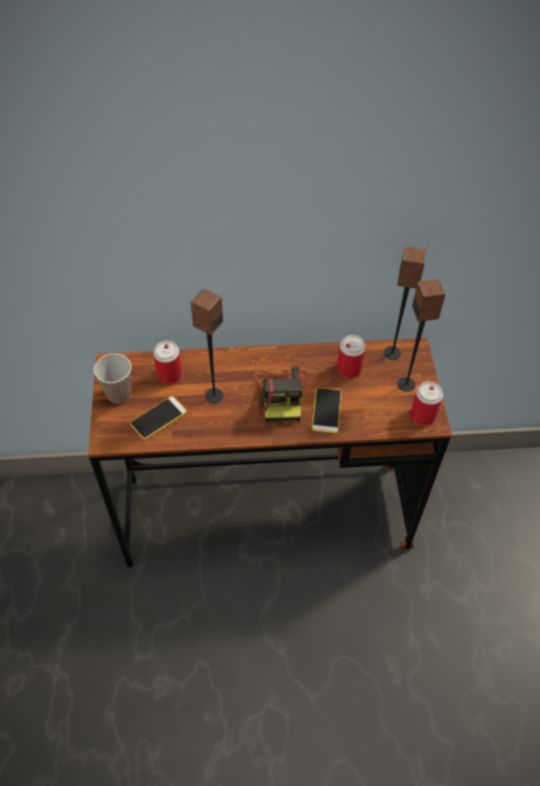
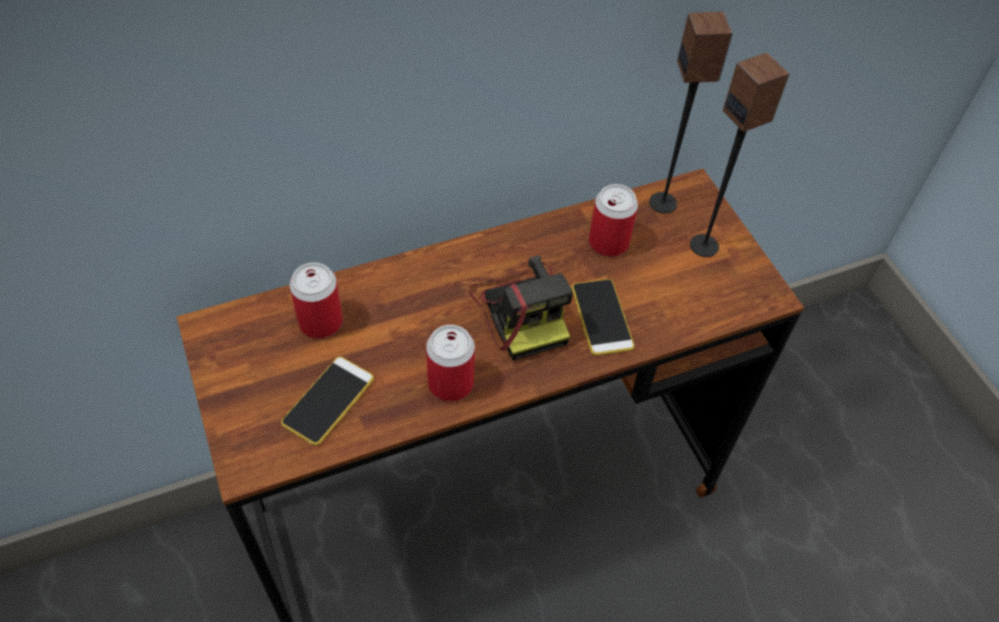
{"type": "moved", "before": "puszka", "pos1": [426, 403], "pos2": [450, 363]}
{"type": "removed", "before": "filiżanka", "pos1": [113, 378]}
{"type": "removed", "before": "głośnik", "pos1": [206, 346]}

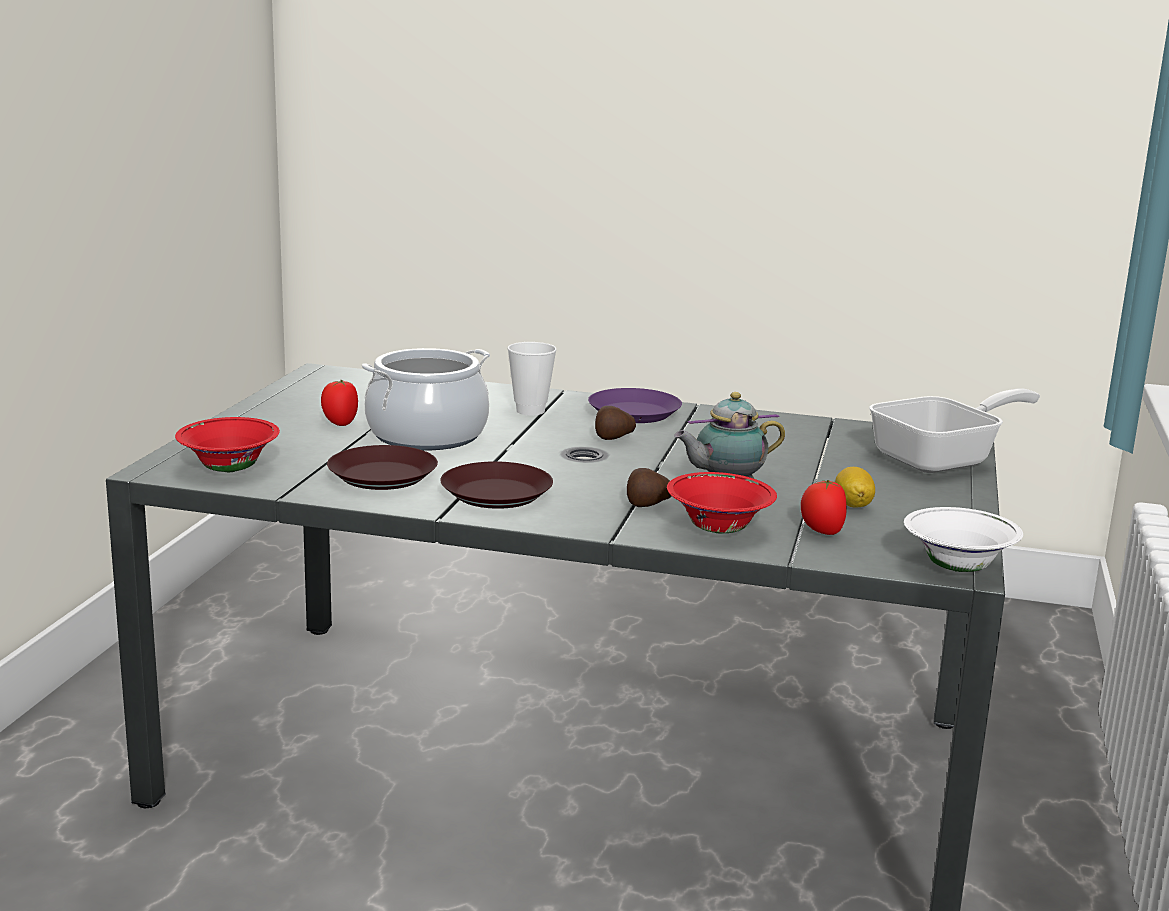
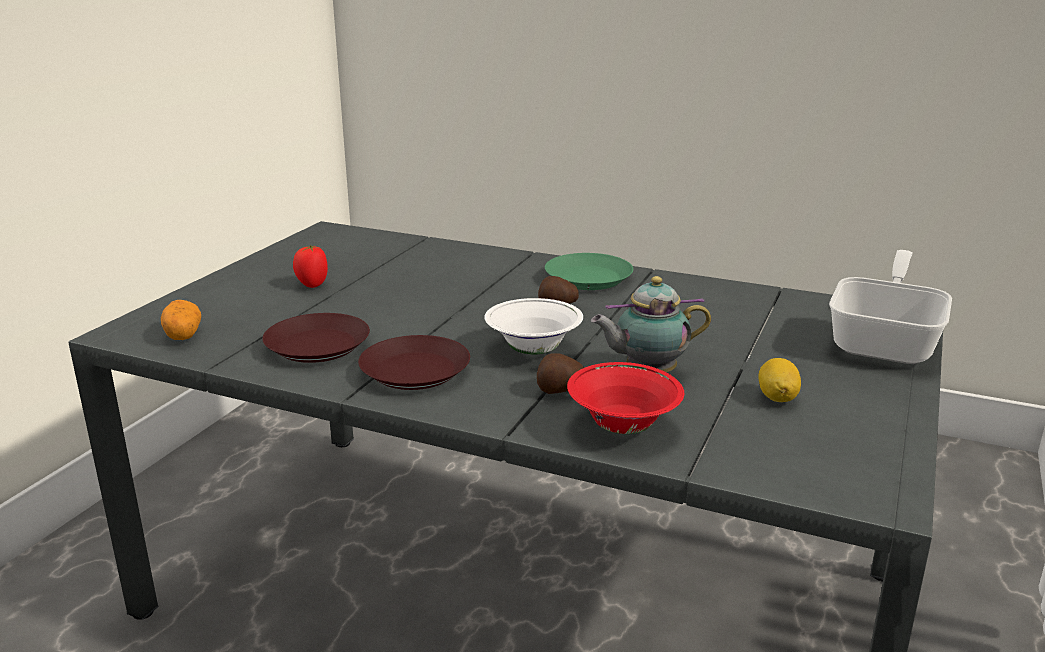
{"type": "replaced", "before": "miska/czerwony", "after": "ziemniak", "pos1": [227, 444], "pos2": [181, 320]}
{"type": "moved", "before": "miska/biały", "pos1": [963, 539], "pos2": [533, 326]}
{"type": "recoloured", "before": "talerz/fioletowy", "after": "talerz/zielony", "pos1": [635, 405], "pos2": [589, 271]}
{"type": "turned", "before": "patelnia", "pos1": [954, 430], "pos2": [890, 307], "turn": -45}
{"type": "removed", "before": "garnek", "pos1": [426, 399]}
{"type": "removed", "before": "filiżanka", "pos1": [532, 378]}
{"type": "removed", "before": "pomidor", "pos1": [824, 507]}

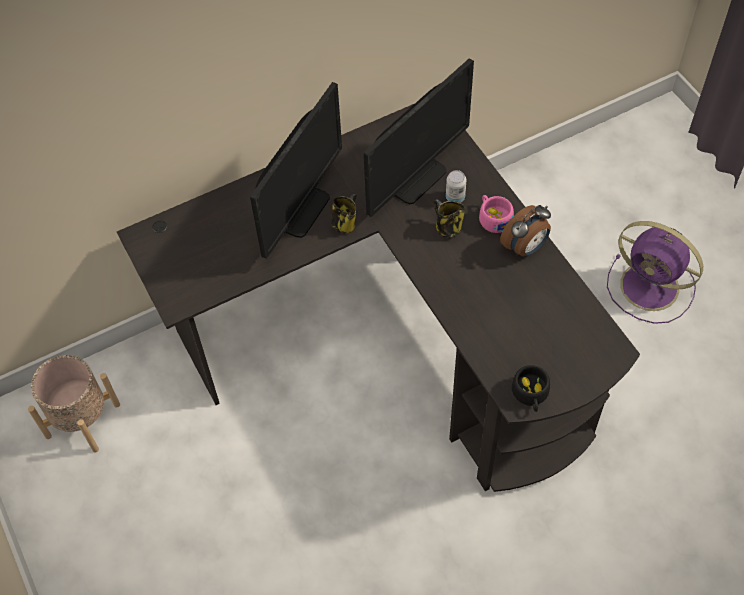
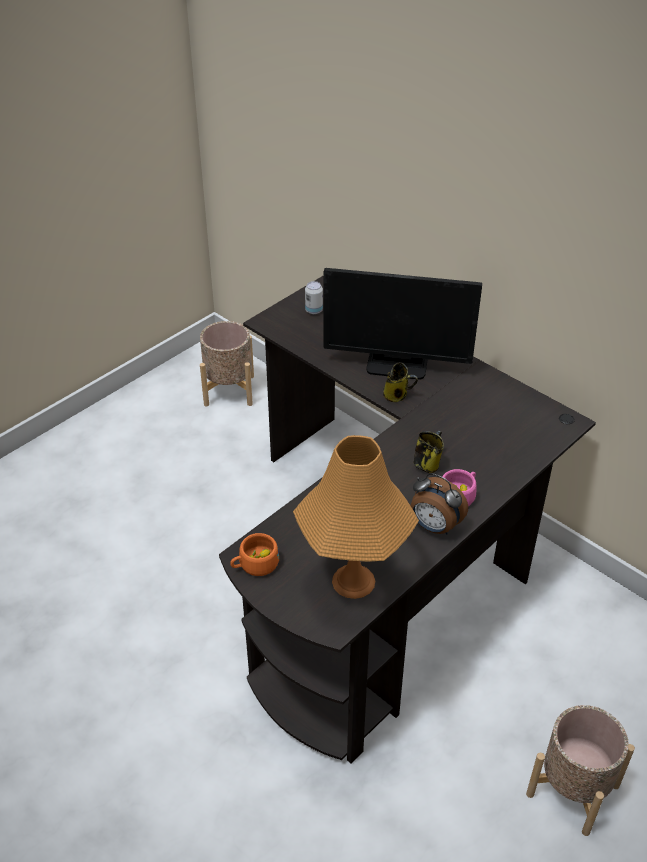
{"type": "recoloured", "before": "filiżanka/czarny", "after": "filiżanka/pomarańczowy", "pos1": [531, 388], "pos2": [254, 554]}
{"type": "added", "after": "lampa stołowa/pomarańczowy", "pos2": [356, 517]}
{"type": "moved", "before": "puszka", "pos1": [456, 186], "pos2": [314, 297]}
{"type": "replaced", "before": "wentylator/fioletowy", "after": "donica/beżowy", "pos1": [655, 272], "pos2": [580, 770]}
{"type": "removed", "before": "monitor", "pos1": [419, 137]}

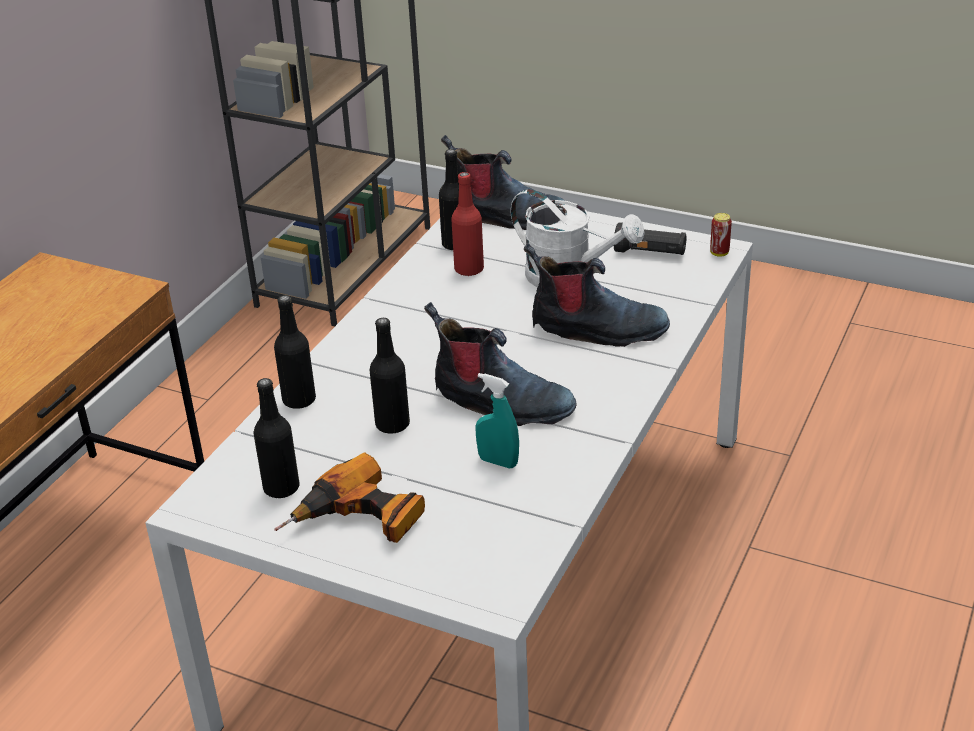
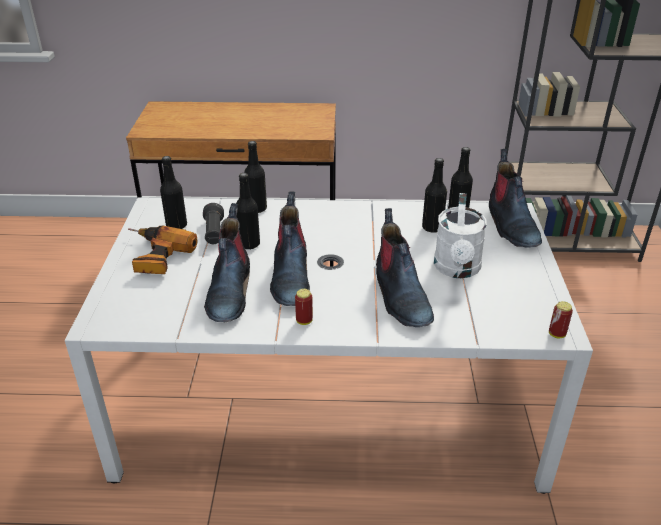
{"type": "moved", "before": "latarka/czarny", "pos1": [650, 238], "pos2": [213, 223]}
{"type": "replaced", "before": "spryskiwacz/turkusowy", "after": "but z cholewką", "pos1": [497, 421], "pos2": [227, 262]}
{"type": "added", "after": "puszka", "pos2": [304, 307]}
{"type": "recoloured", "before": "butelka/czerwony", "after": "butelka/czarny", "pos1": [467, 224], "pos2": [434, 195]}

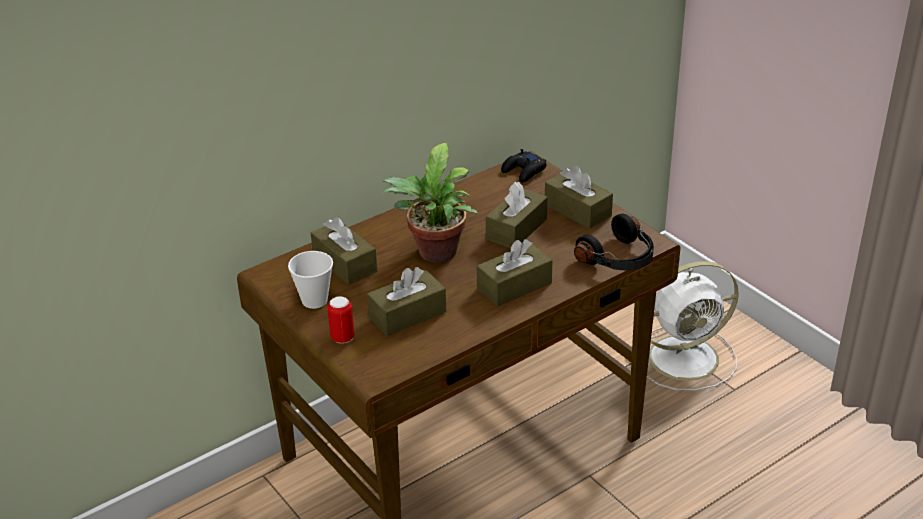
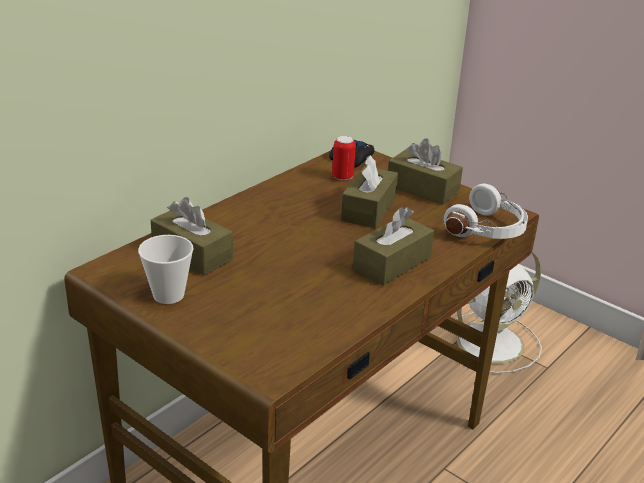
{"type": "moved", "before": "puszka", "pos1": [340, 320], "pos2": [344, 158]}
{"type": "recoloured", "before": "słuchawki/czarny", "after": "słuchawki/biały", "pos1": [614, 242], "pos2": [486, 211]}
{"type": "removed", "before": "pudełko chusteczek/brązowy", "pos1": [406, 301]}
{"type": "removed", "before": "roślina doniczkowa", "pos1": [430, 202]}

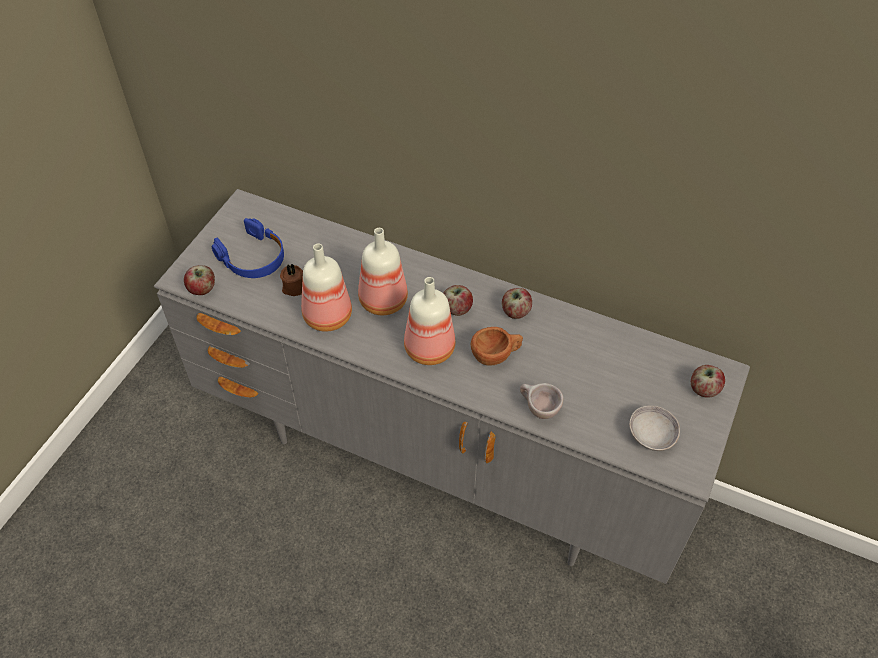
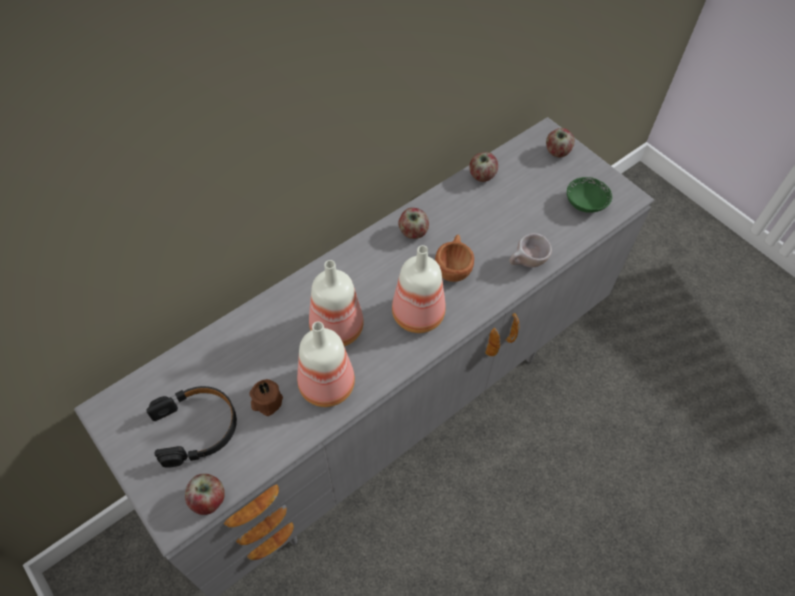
{"type": "recoloured", "before": "słuchawki/niebieski", "after": "słuchawki/czarny", "pos1": [247, 248], "pos2": [191, 427]}
{"type": "moved", "before": "jabłko", "pos1": [458, 300], "pos2": [483, 167]}
{"type": "recoloured", "before": "miska/szary", "after": "miska/zielony", "pos1": [654, 428], "pos2": [589, 195]}

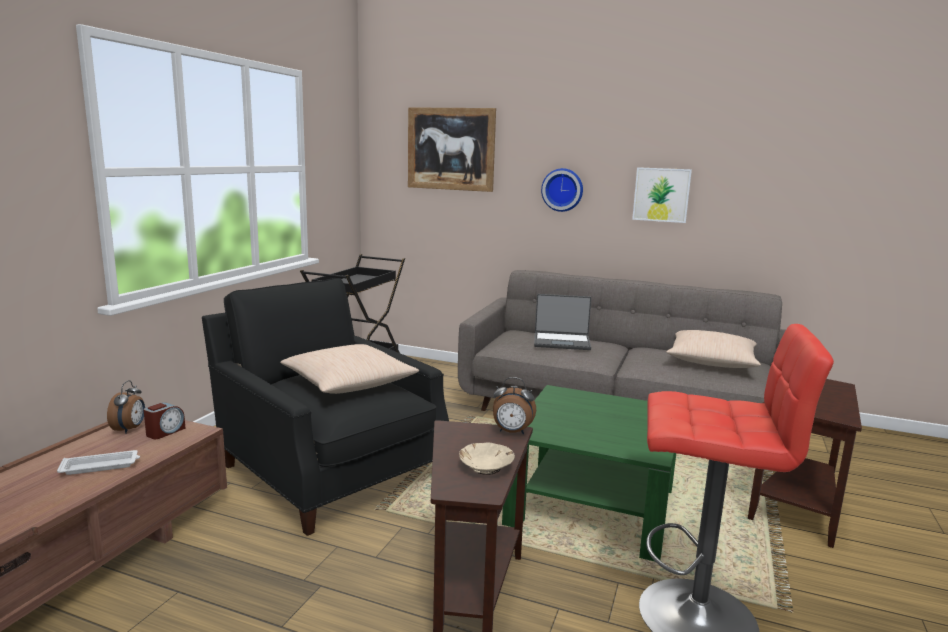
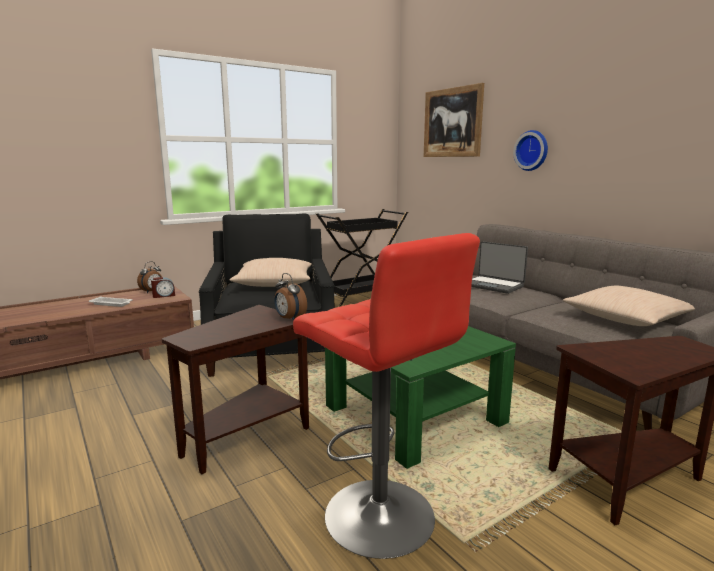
{"type": "removed", "before": "miska/beżowy", "pos1": [487, 458]}
{"type": "removed", "before": "obraz", "pos1": [662, 195]}

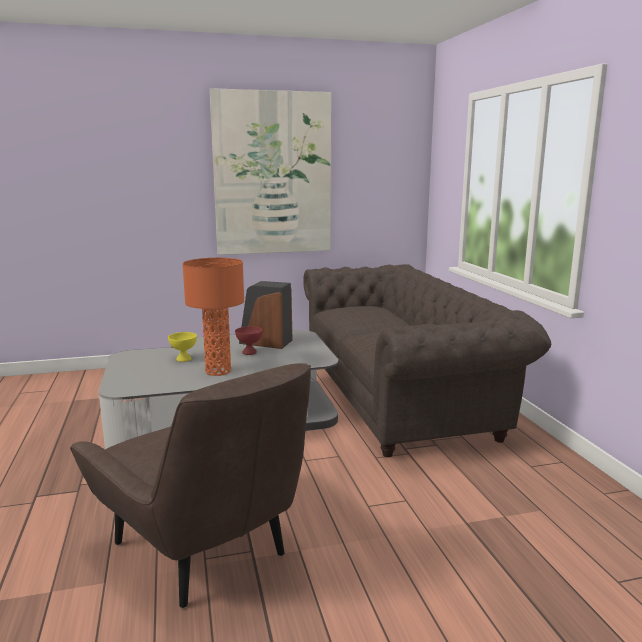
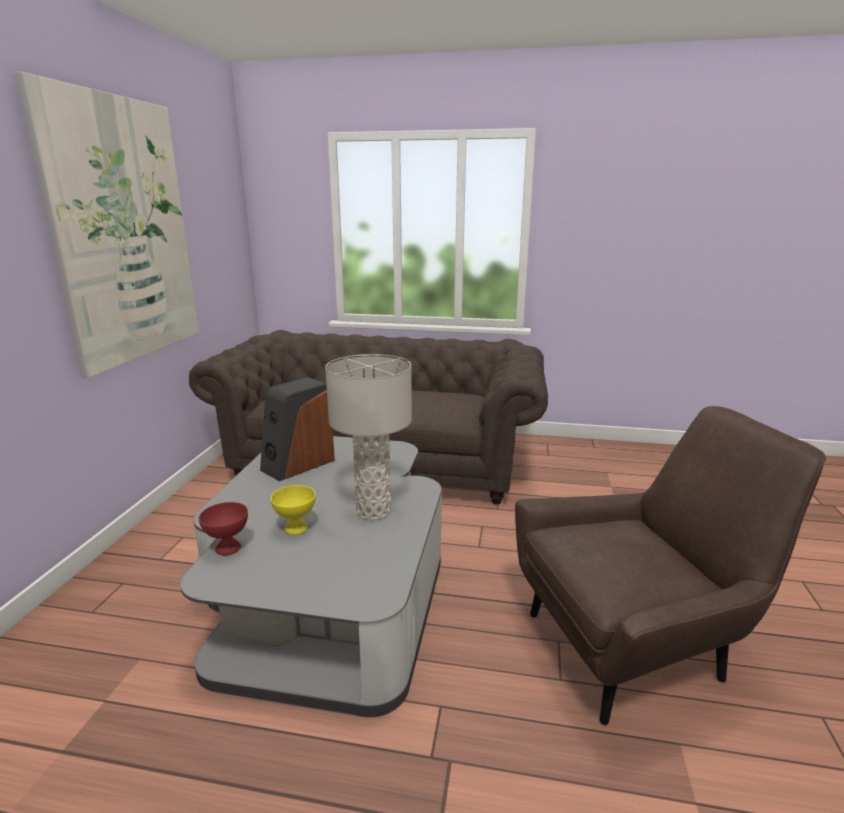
{"type": "moved", "before": "miska/czerwony", "pos1": [249, 340], "pos2": [223, 529]}
{"type": "recoloured", "before": "lampa stołowa/pomarańczowy", "after": "lampa stołowa/biały", "pos1": [213, 317], "pos2": [368, 437]}

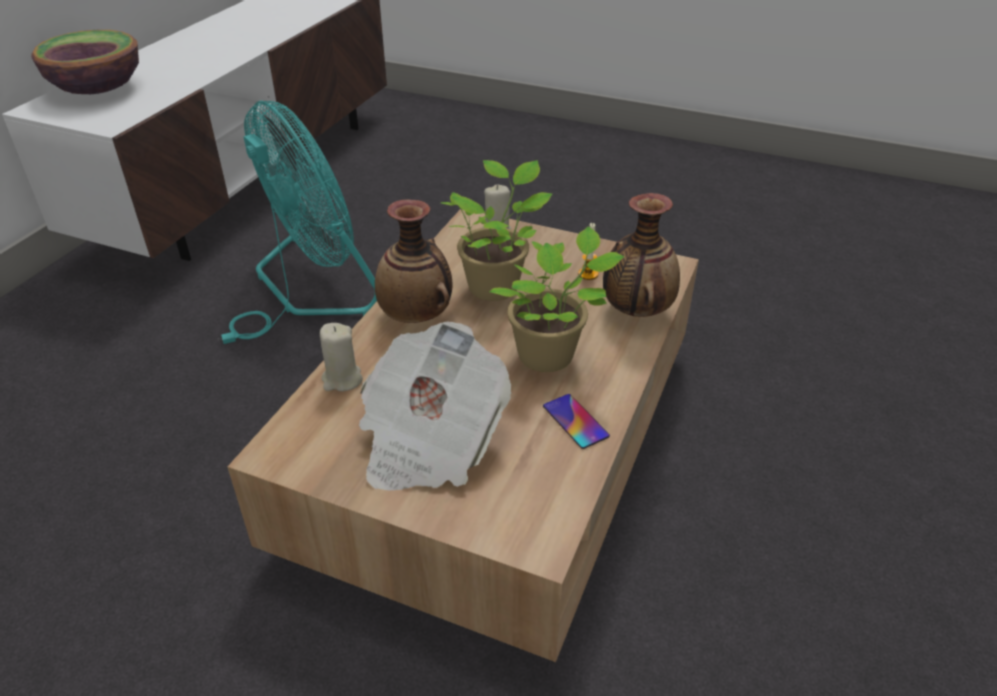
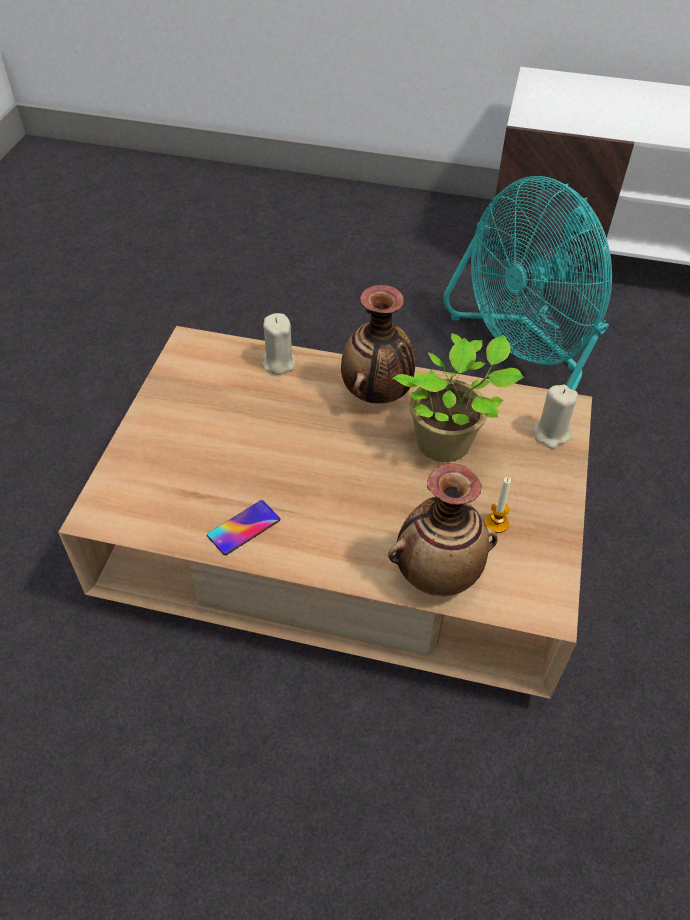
{"type": "turned", "before": "wentylator/turkusowy", "pos1": [297, 222], "pos2": [528, 283], "turn": 105}
{"type": "removed", "before": "miska", "pos1": [85, 62]}
{"type": "removed", "before": "gazeta", "pos1": [435, 406]}
{"type": "removed", "before": "roślina doniczkowa", "pos1": [557, 299]}

